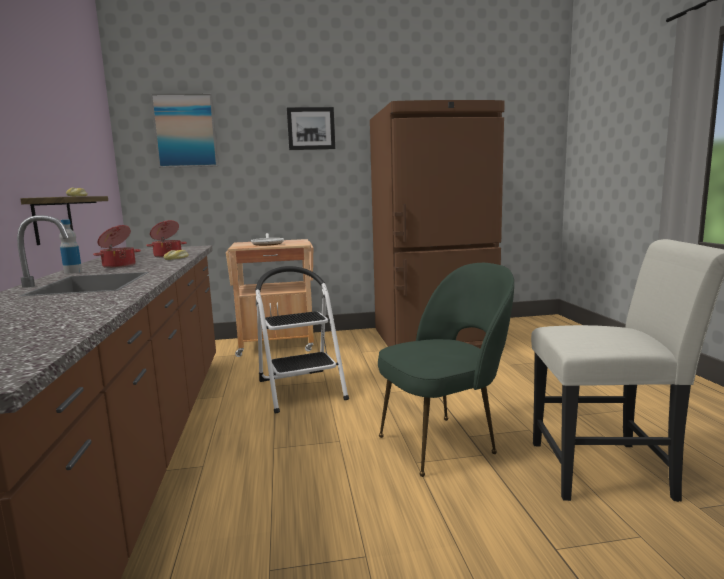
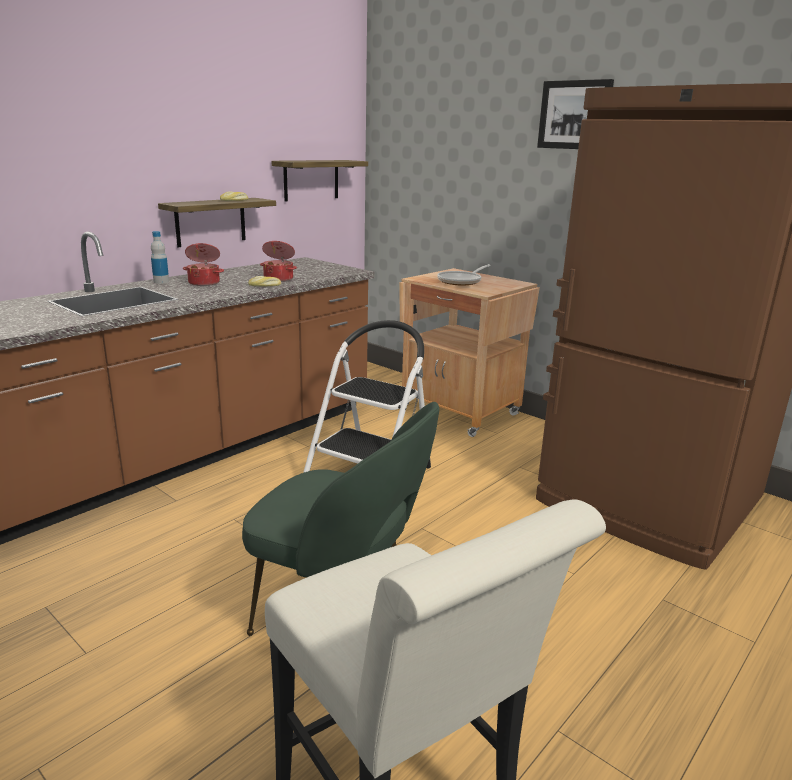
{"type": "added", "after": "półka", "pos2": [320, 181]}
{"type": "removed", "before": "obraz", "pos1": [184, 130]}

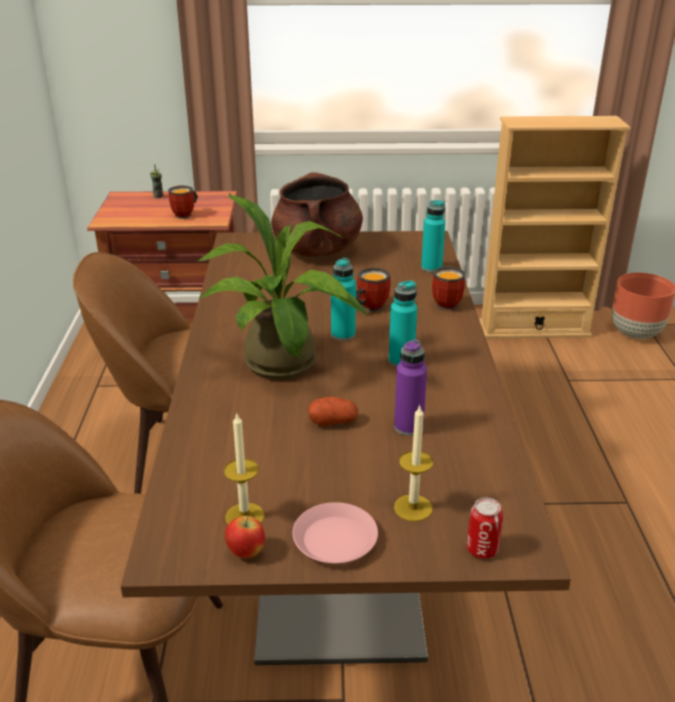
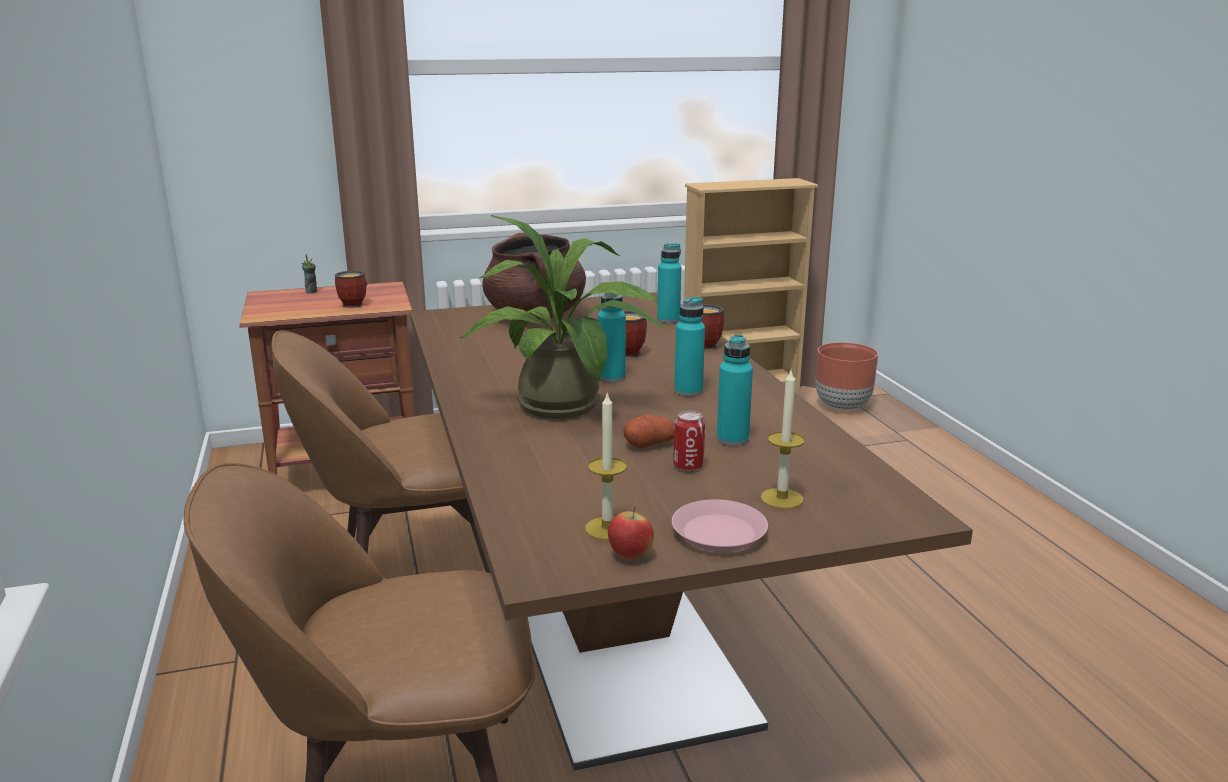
{"type": "moved", "before": "puszka", "pos1": [485, 528], "pos2": [689, 441]}
{"type": "recoloured", "before": "butelka/fioletowy", "after": "butelka/turkusowy", "pos1": [410, 387], "pos2": [735, 390]}

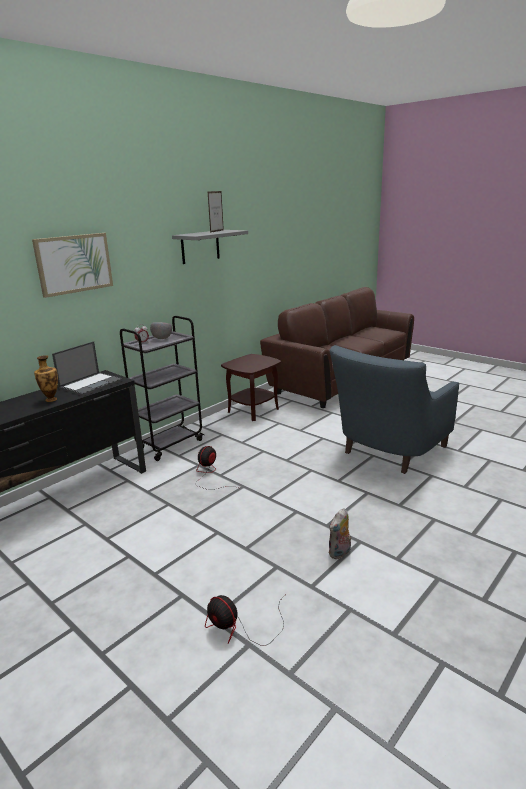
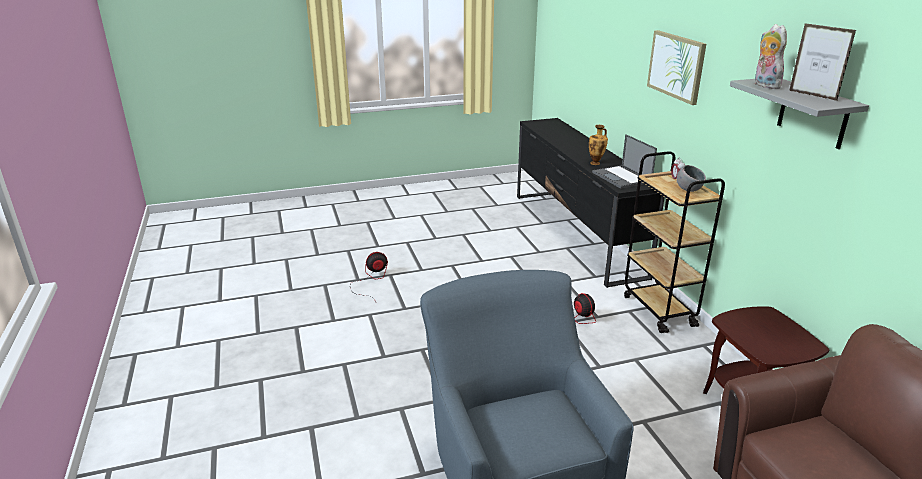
{"type": "recoloured", "before": "wózek/szary", "after": "wózek/brązowy", "pos1": [162, 388], "pos2": [674, 242]}
{"type": "moved", "before": "pluszak", "pos1": [340, 533], "pos2": [771, 56]}

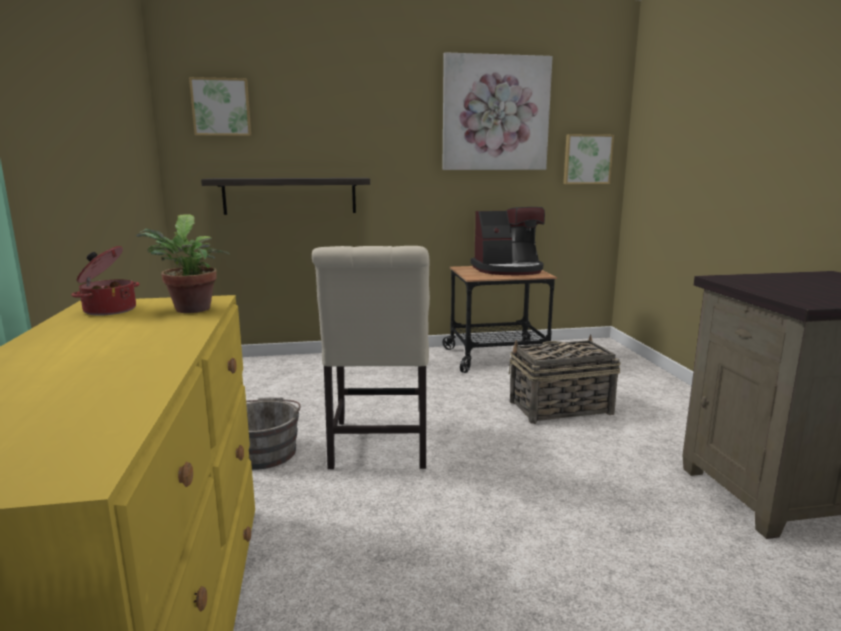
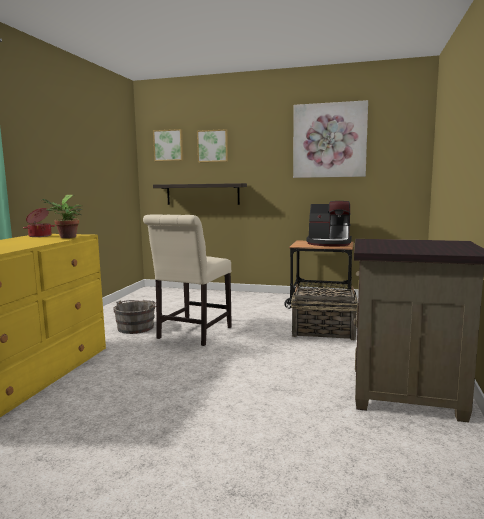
{"type": "moved", "before": "obraz", "pos1": [588, 159], "pos2": [212, 145]}

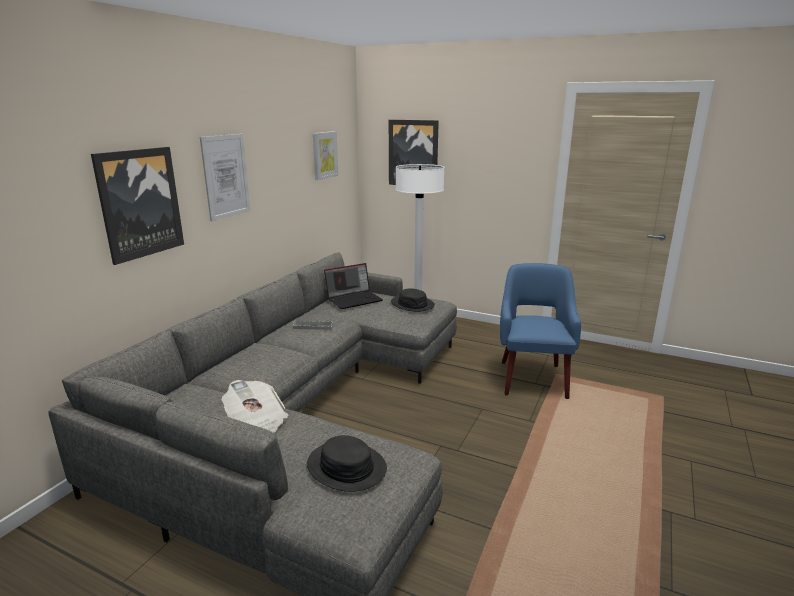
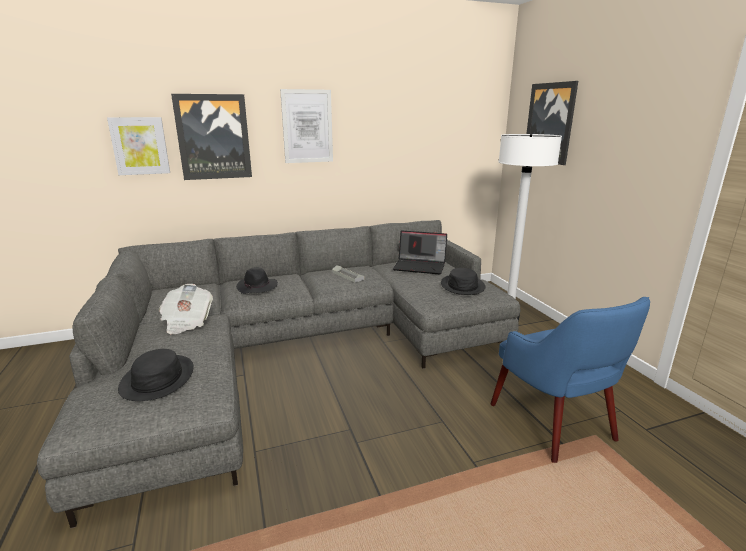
{"type": "moved", "before": "obraz", "pos1": [325, 155], "pos2": [138, 146]}
{"type": "added", "after": "kapelusz/czarny", "pos2": [257, 280]}
{"type": "turned", "before": "fotel/niebieski", "pos1": [540, 331], "pos2": [570, 380], "turn": 105}

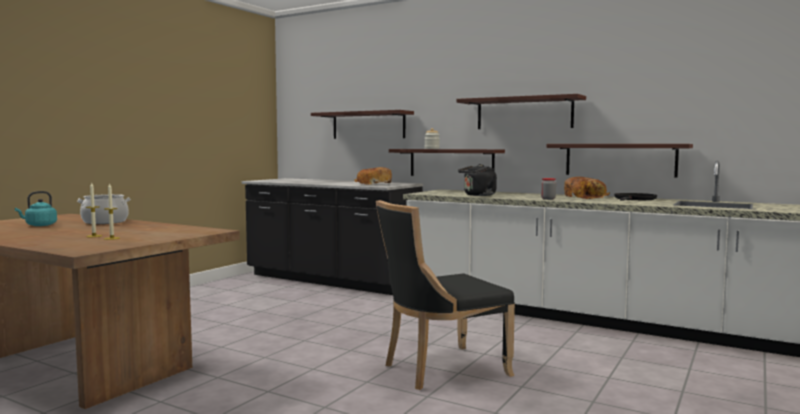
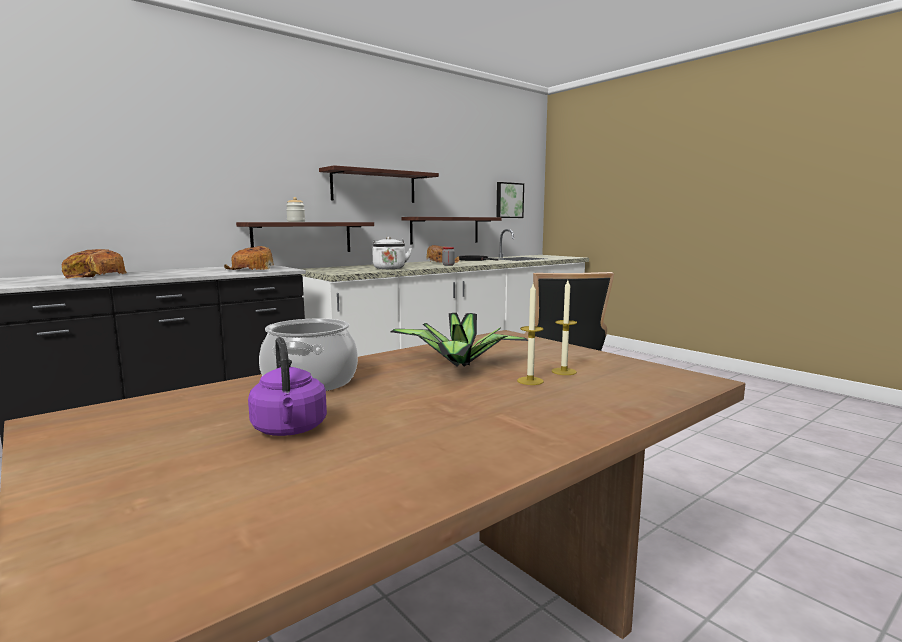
{"type": "added", "after": "chleb", "pos2": [94, 264]}
{"type": "recoloured", "before": "czajnik/turkusowy", "after": "czajnik/fioletowy", "pos1": [36, 208], "pos2": [287, 386]}
{"type": "recoloured", "before": "czajnik/czarny", "after": "czajnik/biały", "pos1": [477, 180], "pos2": [392, 253]}
{"type": "added", "after": "roślina doniczkowa", "pos2": [459, 340]}
{"type": "added", "after": "obraz", "pos2": [510, 200]}
{"type": "removed", "before": "półka", "pos1": [362, 124]}

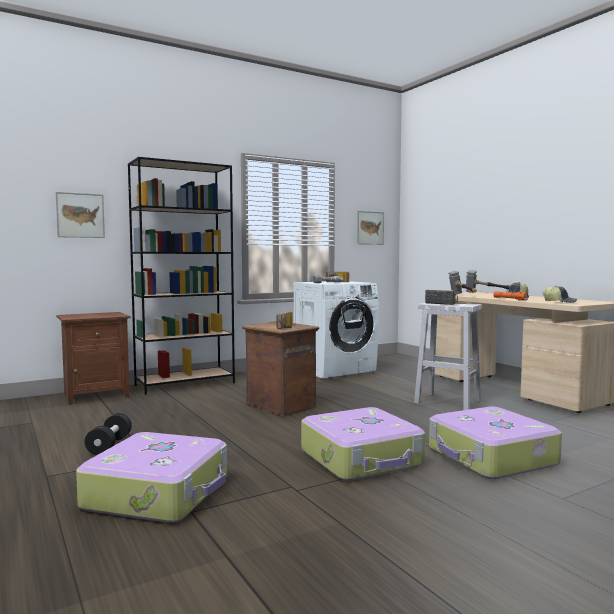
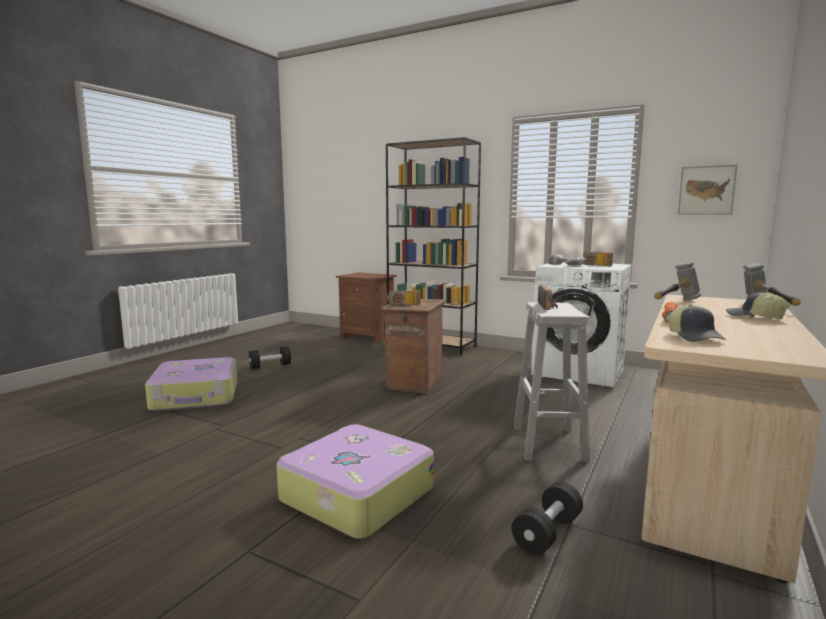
{"type": "added", "after": "hantel/czarny", "pos2": [547, 518]}
{"type": "removed", "before": "obraz", "pos1": [80, 215]}
{"type": "removed", "before": "walizka", "pos1": [363, 444]}

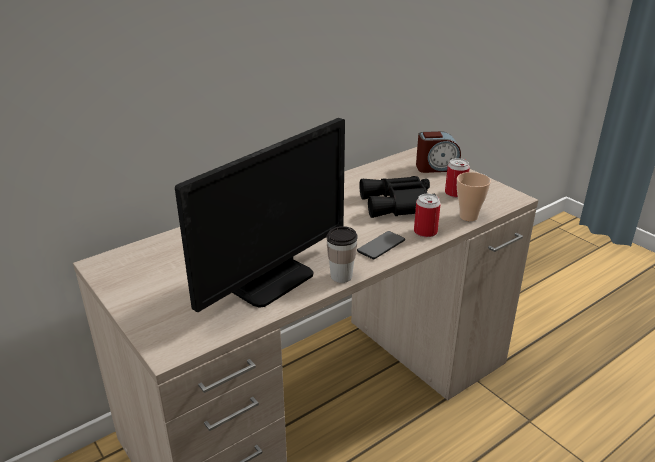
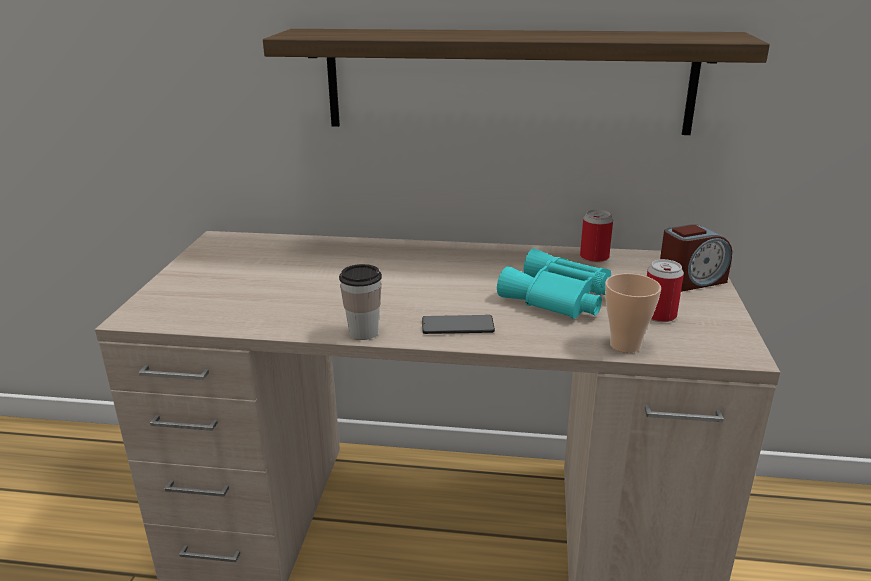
{"type": "added", "after": "półka", "pos2": [516, 82]}
{"type": "recoloured", "before": "lornetka/czarny", "after": "lornetka/turkusowy", "pos1": [397, 197], "pos2": [554, 284]}
{"type": "moved", "before": "puszka", "pos1": [427, 215], "pos2": [596, 236]}
{"type": "turned", "before": "budzik", "pos1": [438, 152], "pos2": [696, 258], "turn": -60}
{"type": "removed", "before": "monitor", "pos1": [260, 215]}

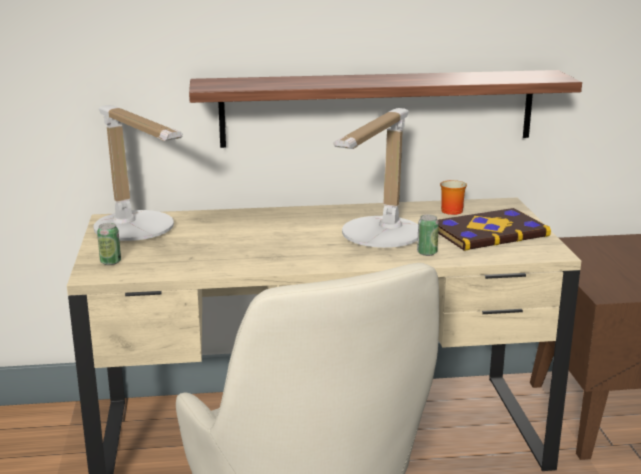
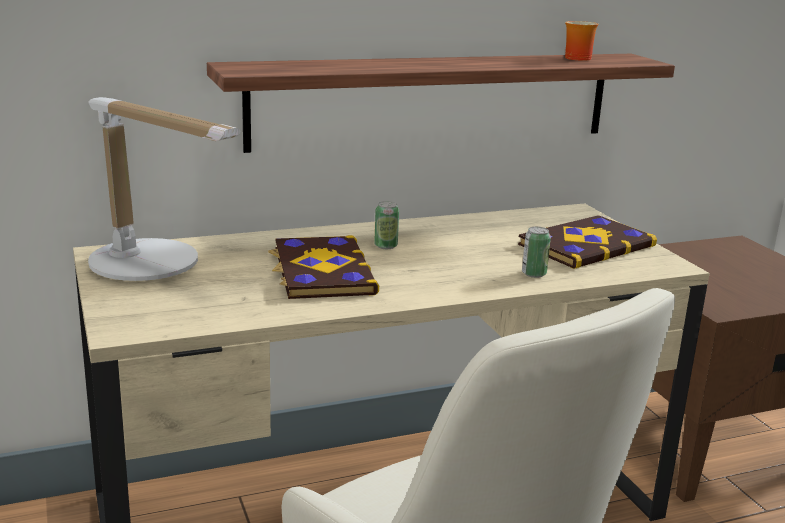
{"type": "added", "after": "książka", "pos2": [323, 267]}
{"type": "moved", "before": "puszka", "pos1": [109, 244], "pos2": [386, 225]}
{"type": "moved", "before": "kubek", "pos1": [453, 197], "pos2": [582, 41]}
{"type": "removed", "before": "lampa stołowa", "pos1": [375, 178]}

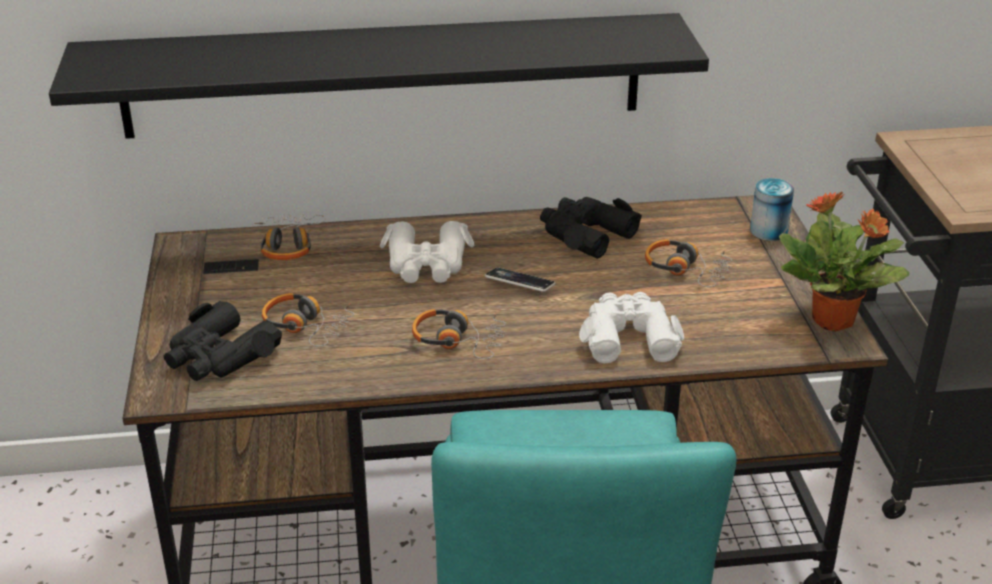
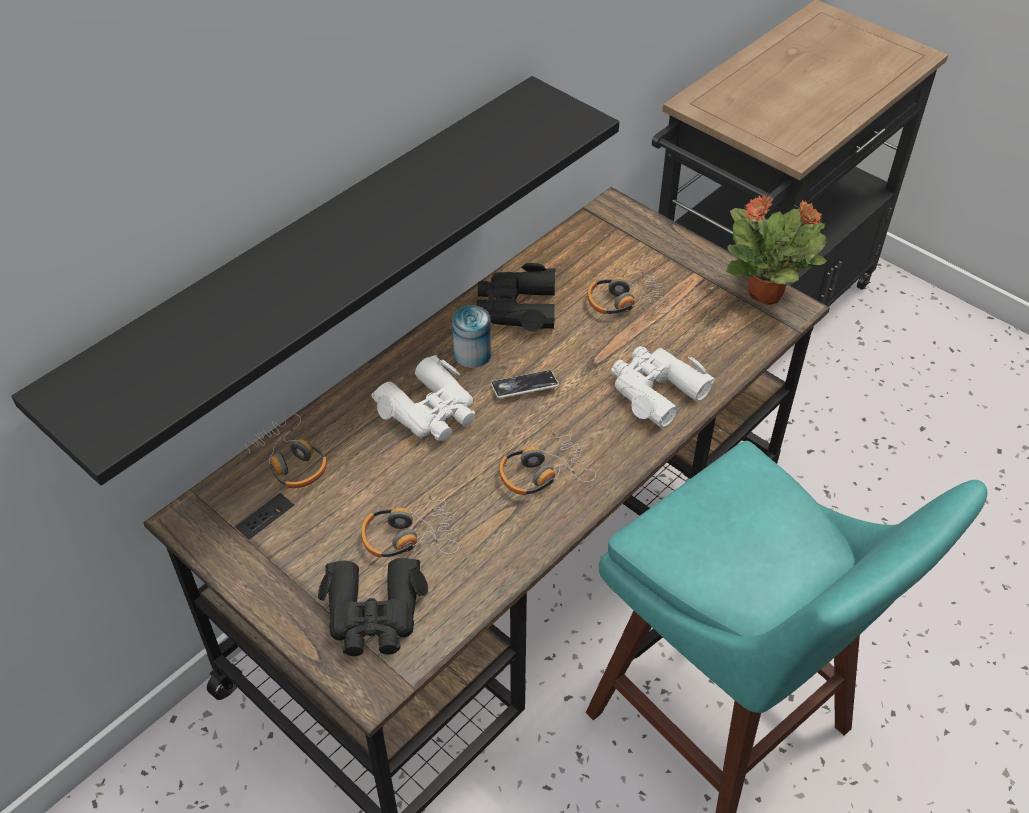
{"type": "moved", "before": "puszka", "pos1": [772, 209], "pos2": [471, 336]}

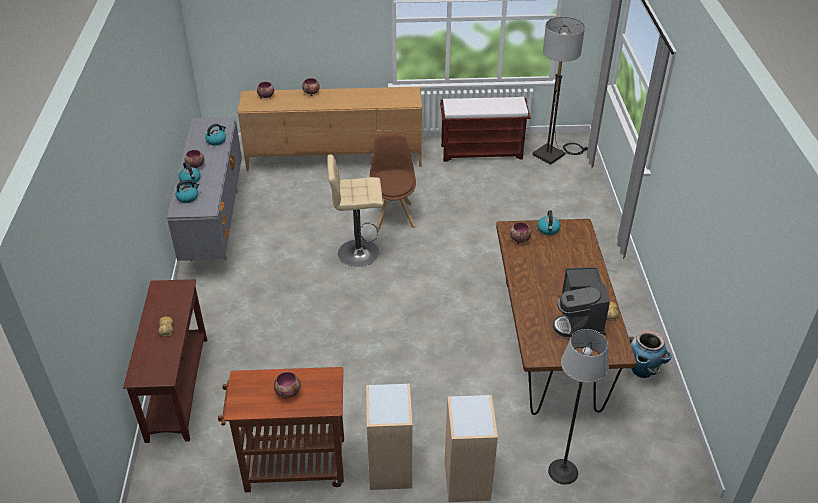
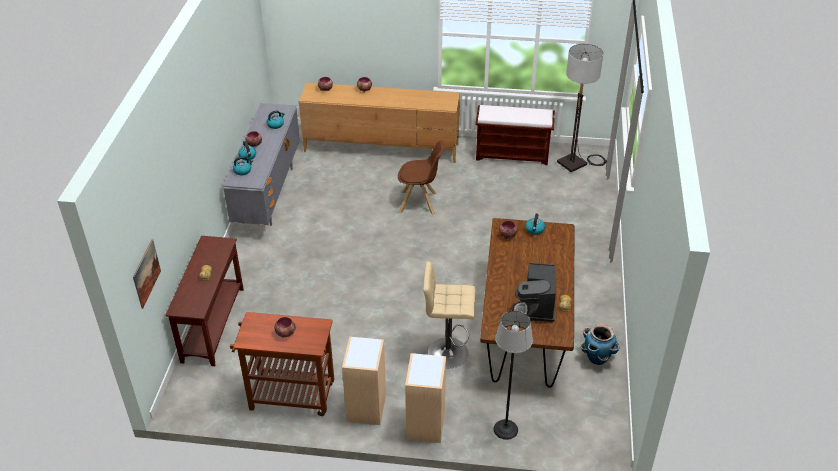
{"type": "added", "after": "obraz", "pos2": [147, 274]}
{"type": "turned", "before": "krzesło/brązowy", "pos1": [393, 182], "pos2": [421, 177], "turn": 90}
{"type": "moved", "before": "stołek/beżowy", "pos1": [355, 211], "pos2": [449, 315]}

